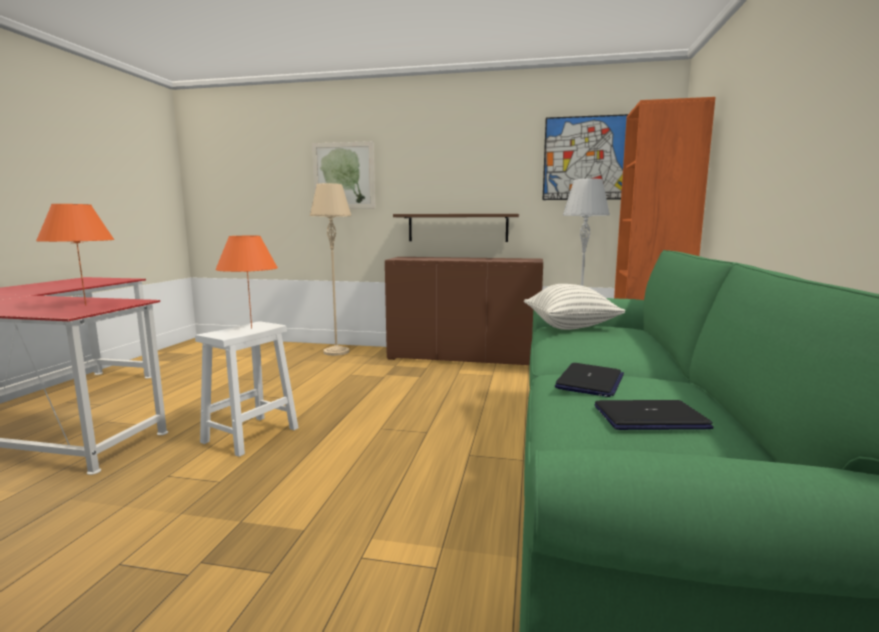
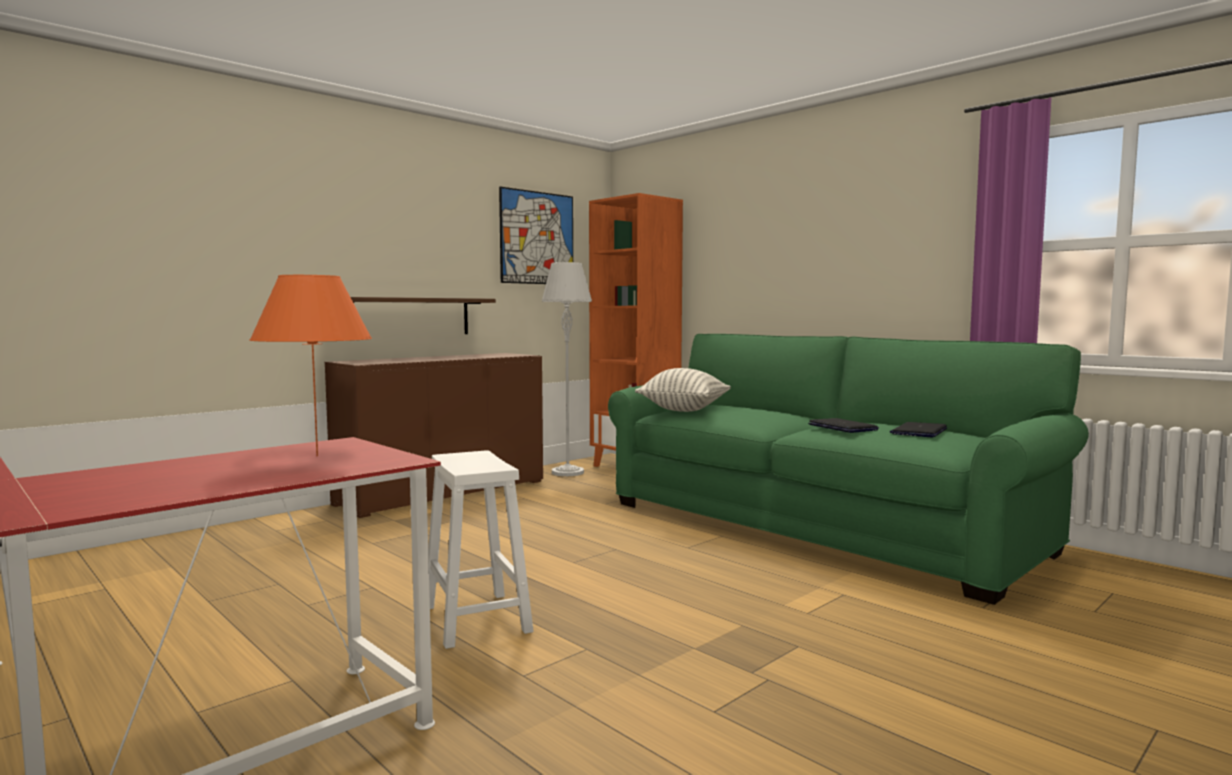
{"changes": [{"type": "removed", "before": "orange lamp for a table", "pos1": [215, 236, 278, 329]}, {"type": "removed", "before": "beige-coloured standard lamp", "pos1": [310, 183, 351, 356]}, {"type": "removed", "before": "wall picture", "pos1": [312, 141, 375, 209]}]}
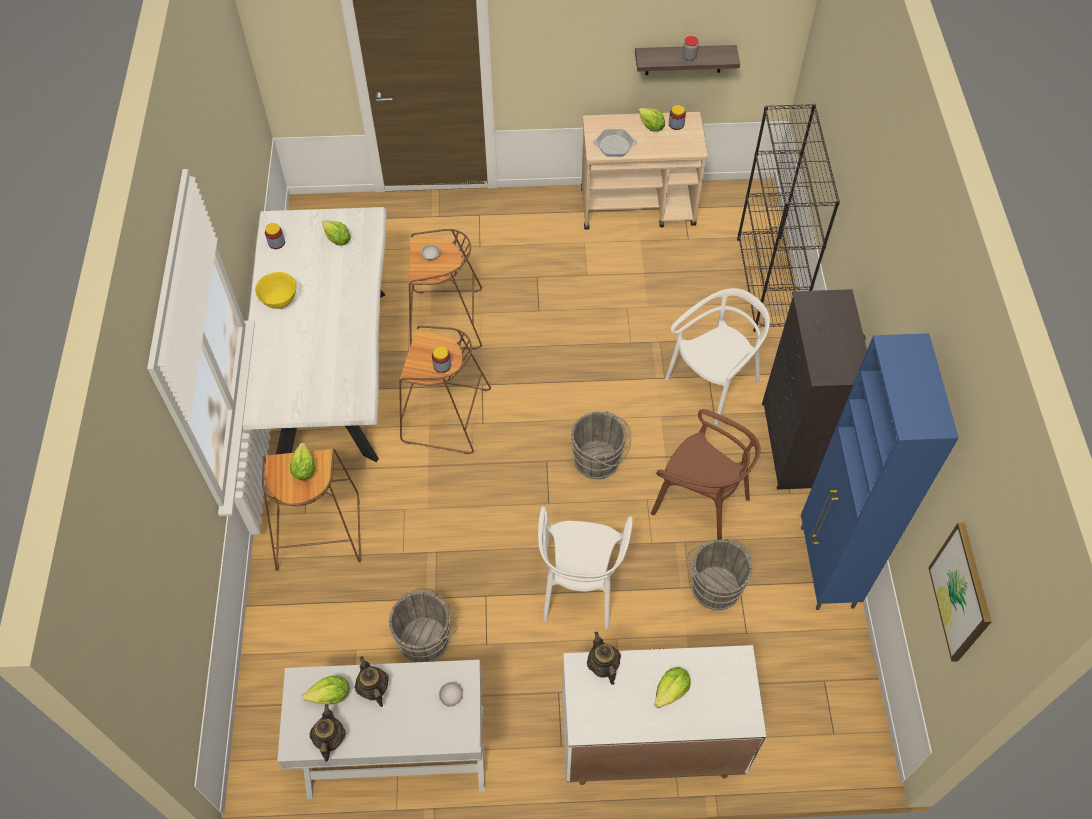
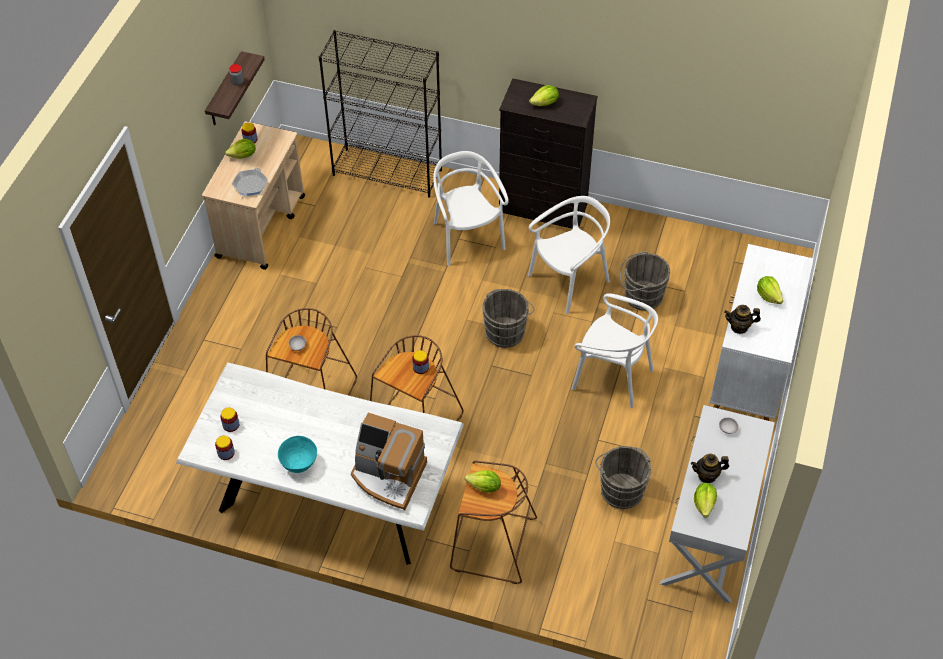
{"changes": [{"type": "recoloured", "before": "yellowish serving bowl", "after": "turquoise serving bowl", "pos1": [255, 272, 296, 309], "pos2": [278, 436, 317, 473]}, {"type": "removed", "before": "tea pot", "pos1": [309, 704, 346, 762]}, {"type": "moved", "before": "lettuce head", "pos1": [322, 220, 351, 245], "pos2": [529, 85, 559, 106]}, {"type": "recoloured", "before": "brown upright chair", "after": "white-coloured upright chair", "pos1": [651, 409, 761, 540], "pos2": [528, 196, 610, 314]}, {"type": "removed", "before": "bluish cabinet", "pos1": [801, 333, 959, 610]}, {"type": "removed", "before": "wall picture", "pos1": [928, 522, 992, 662]}, {"type": "added", "after": "jar", "pos2": [220, 407, 239, 432]}, {"type": "added", "after": "coffee maker", "pos2": [351, 413, 427, 510]}]}
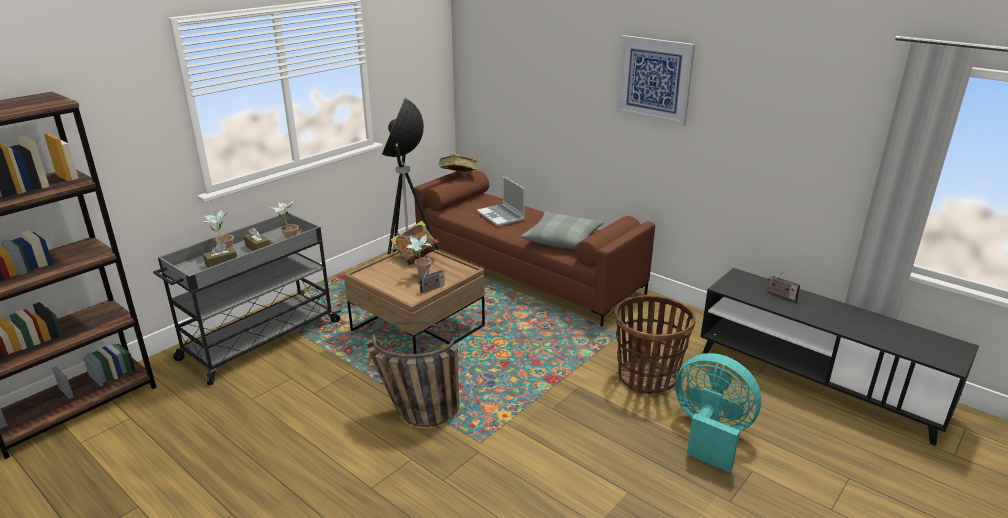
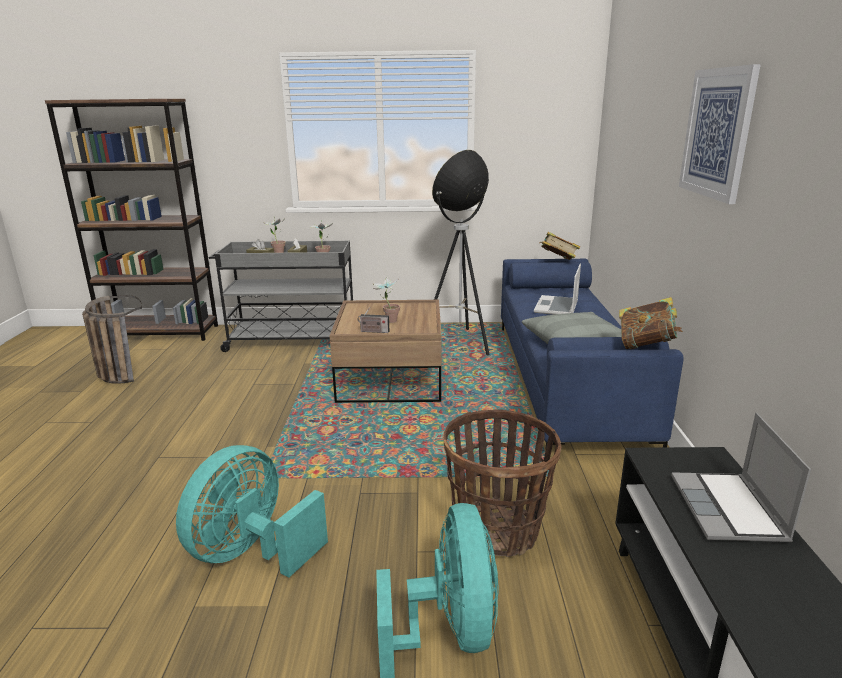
{"changes": [{"type": "moved", "before": "storage basket", "pos1": [366, 322, 459, 427], "pos2": [82, 295, 142, 384]}, {"type": "moved", "before": "volume", "pos1": [391, 221, 440, 265], "pos2": [619, 297, 682, 349]}, {"type": "recoloured", "before": "brown sofa", "after": "bluish sofa", "pos1": [414, 170, 655, 326], "pos2": [501, 259, 684, 451]}, {"type": "replaced", "before": "radio set", "after": "laptop", "pos1": [768, 272, 800, 301], "pos2": [671, 413, 811, 542]}, {"type": "added", "after": "turquoise cooling fan", "pos2": [176, 445, 328, 577]}]}
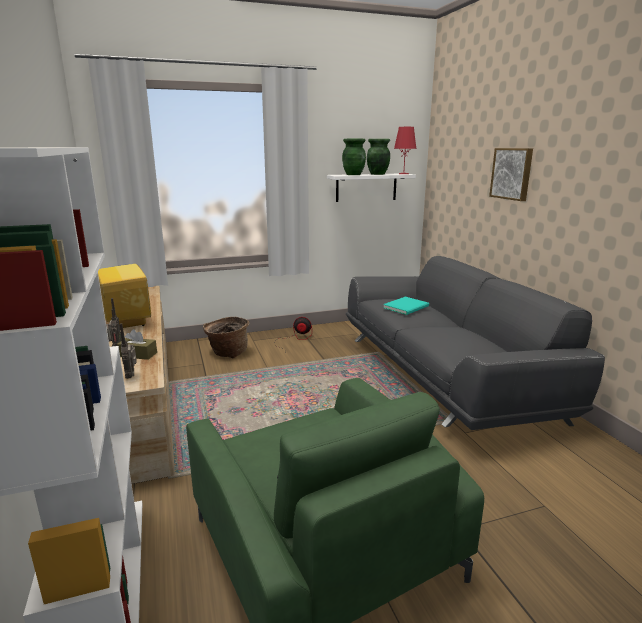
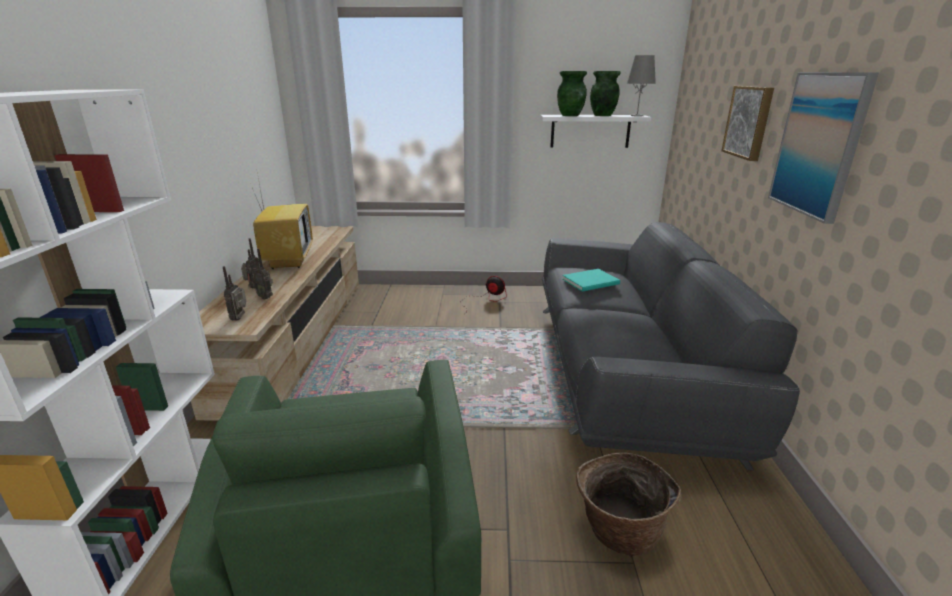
{"changes": [{"type": "replaced", "before": "brown box of tissues", "after": "radio set", "pos1": [117, 329, 157, 360], "pos2": [252, 248, 273, 300]}, {"type": "moved", "before": "storage basket", "pos1": [203, 317, 250, 358], "pos2": [576, 453, 681, 557]}, {"type": "recoloured", "before": "red lamp for a table", "after": "grey lamp for a table", "pos1": [394, 127, 417, 174], "pos2": [627, 55, 656, 117]}, {"type": "added", "after": "wall picture", "pos2": [768, 72, 879, 224]}]}
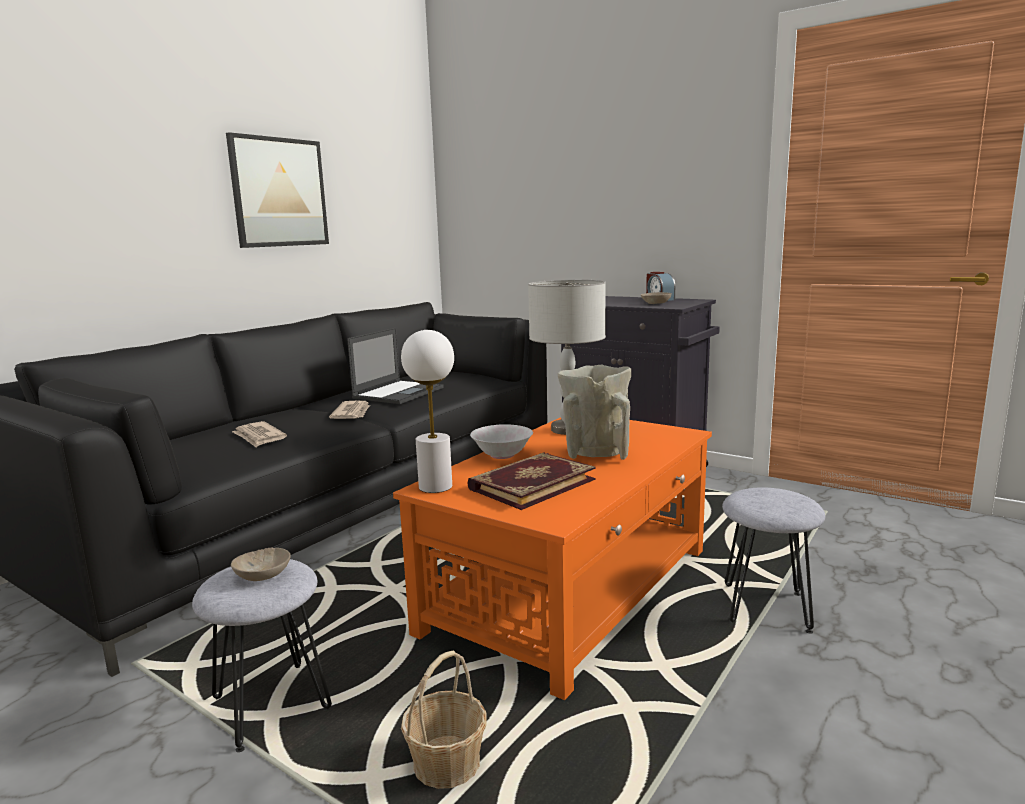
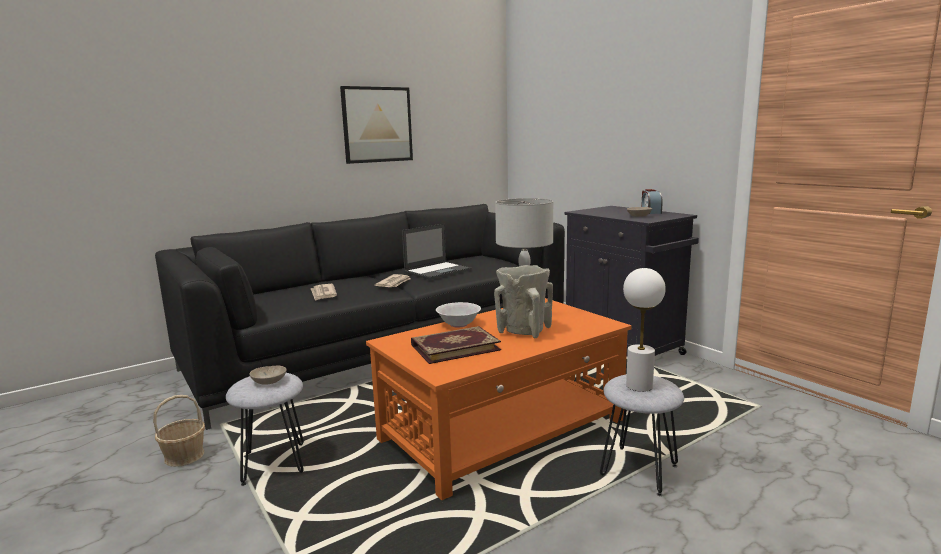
{"changes": [{"type": "moved", "before": "white-coloured lamp for a table", "pos1": [401, 330, 454, 493], "pos2": [623, 268, 666, 392]}, {"type": "moved", "before": "storage basket", "pos1": [401, 650, 487, 789], "pos2": [153, 395, 205, 467]}]}
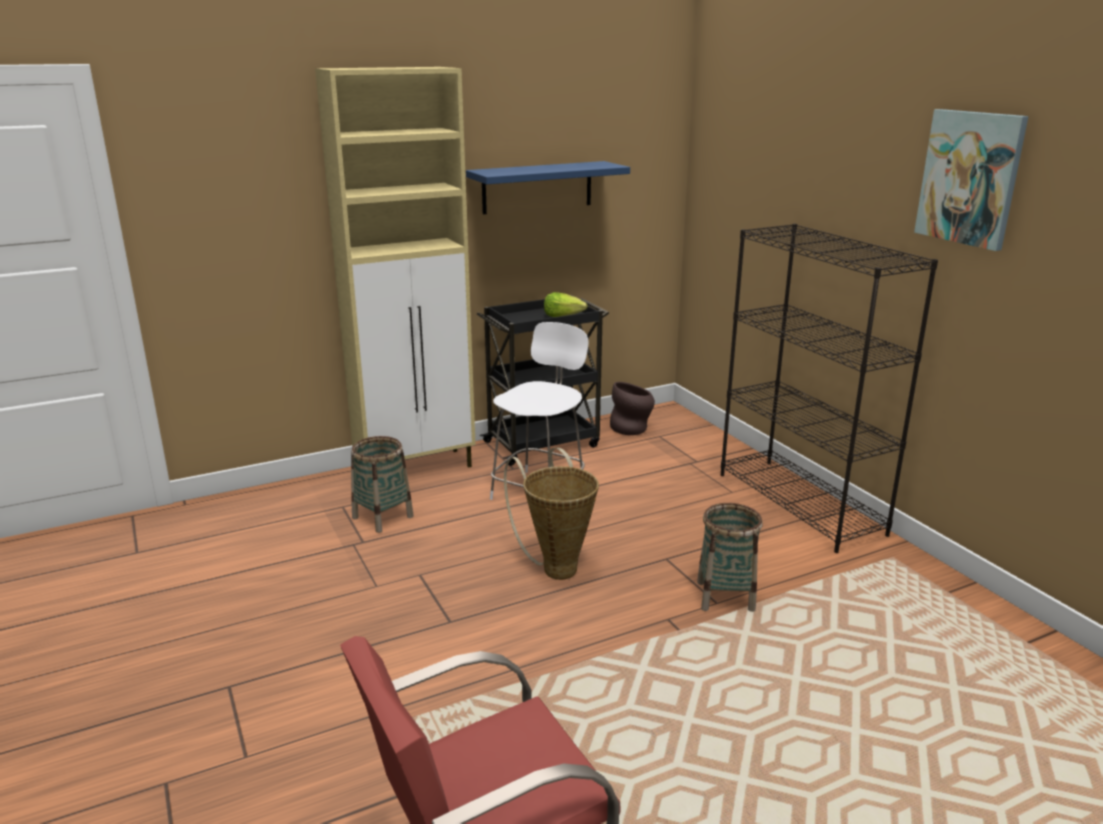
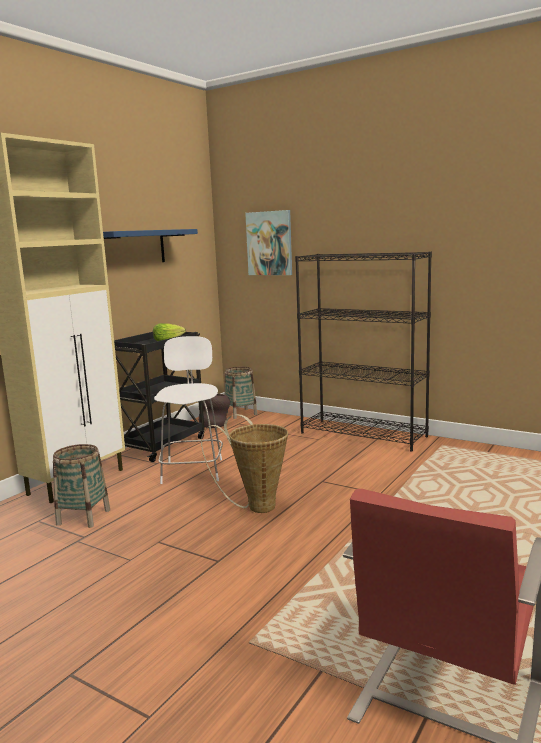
{"changes": [{"type": "moved", "before": "storage basket", "pos1": [697, 503, 763, 612], "pos2": [224, 367, 258, 419]}, {"type": "moved", "before": "wall picture", "pos1": [914, 109, 1029, 251], "pos2": [245, 210, 292, 275]}]}
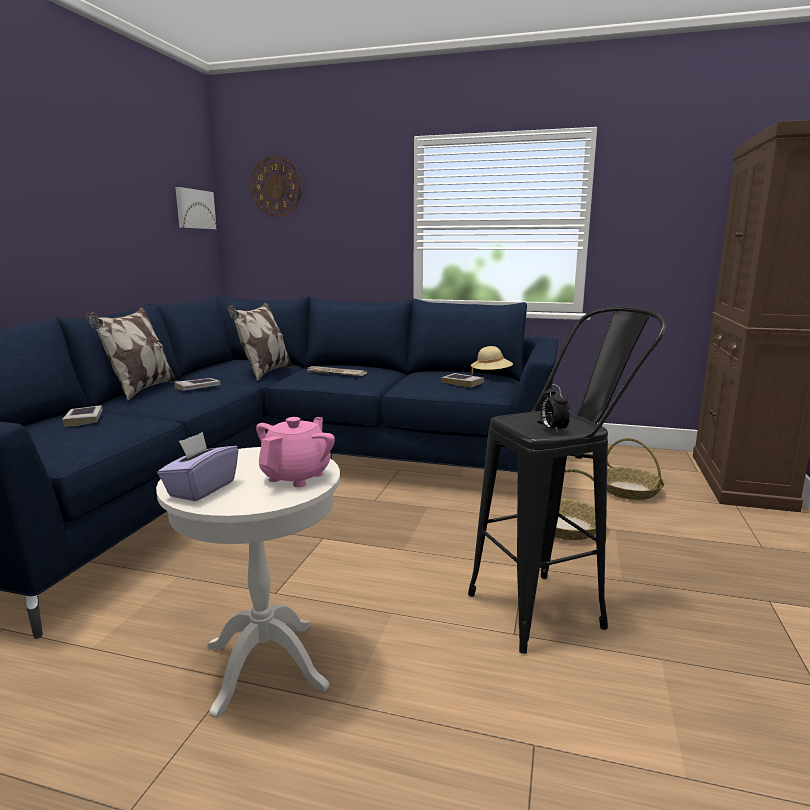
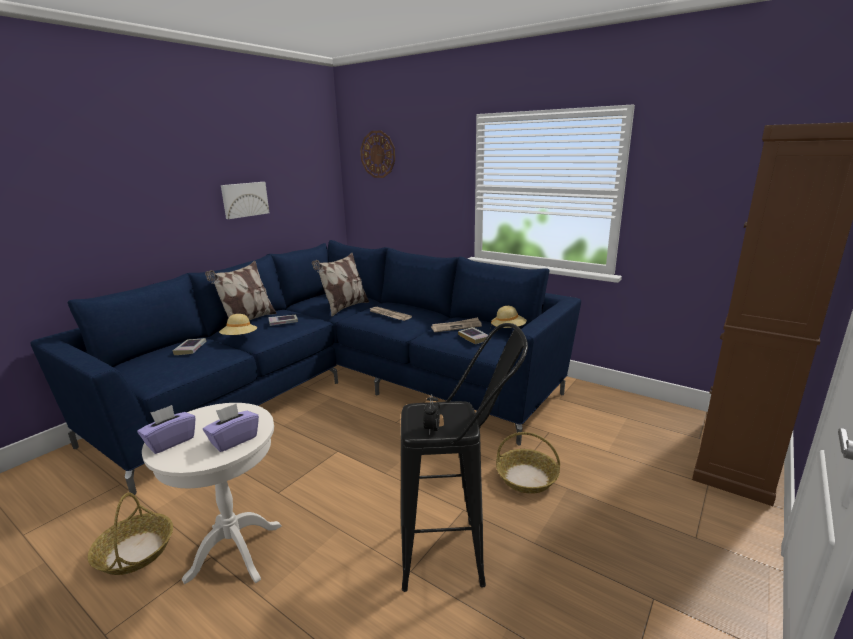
{"changes": [{"type": "moved", "before": "wall picture", "pos1": [175, 187, 216, 229], "pos2": [221, 182, 269, 219]}, {"type": "replaced", "before": "pinkish tea pot", "after": "purplish box of tissues", "pos1": [256, 417, 335, 487], "pos2": [203, 404, 259, 452]}, {"type": "moved", "before": "storage basket", "pos1": [607, 438, 665, 500], "pos2": [88, 493, 173, 575]}, {"type": "added", "after": "beige-coloured wearable hat", "pos2": [219, 314, 257, 335]}, {"type": "added", "after": "daily paper", "pos2": [431, 317, 482, 332]}]}
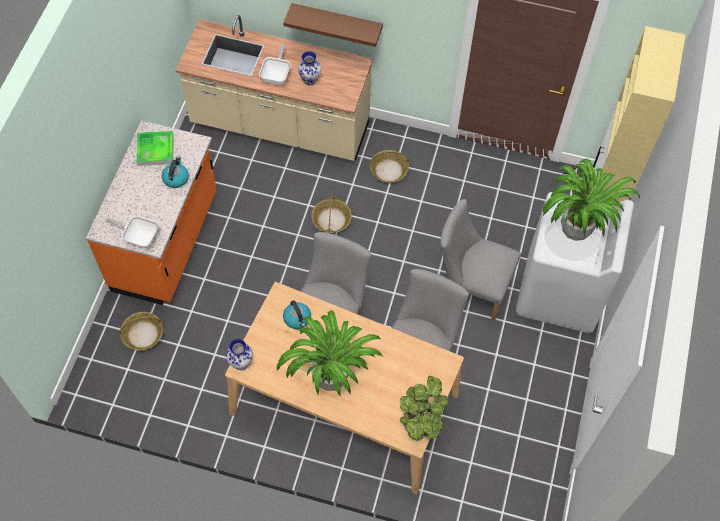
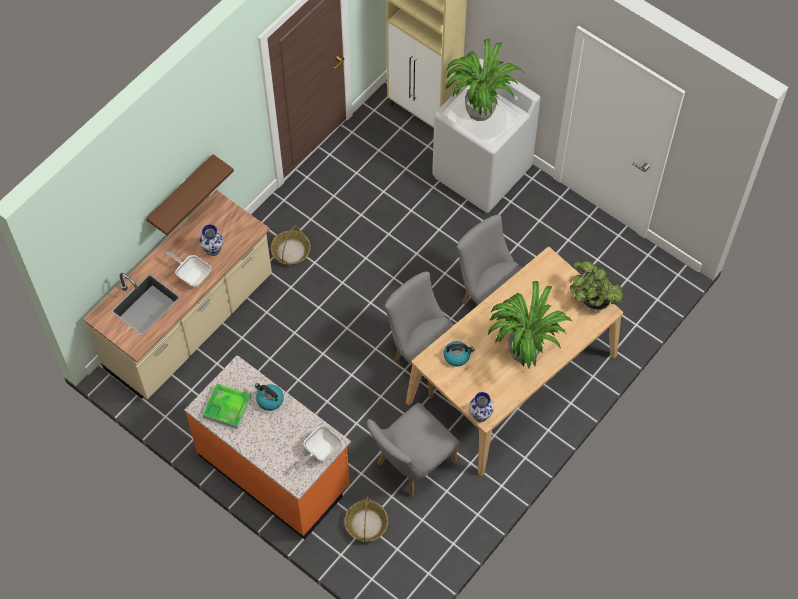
{"changes": [{"type": "removed", "before": "storage basket", "pos1": [311, 193, 352, 233]}, {"type": "moved", "before": "grey upright chair", "pos1": [440, 199, 521, 321], "pos2": [367, 403, 459, 498]}]}
